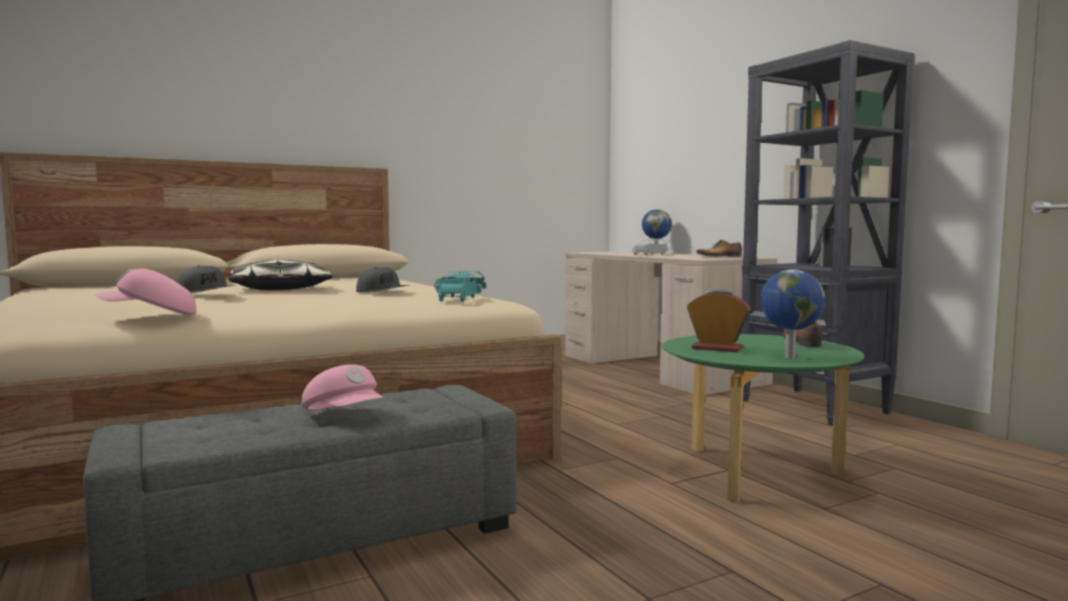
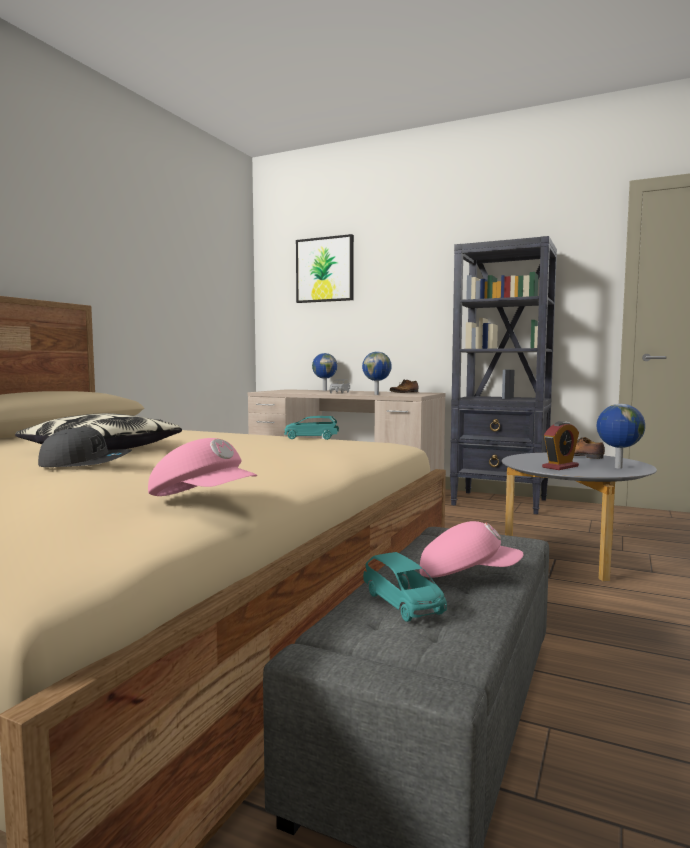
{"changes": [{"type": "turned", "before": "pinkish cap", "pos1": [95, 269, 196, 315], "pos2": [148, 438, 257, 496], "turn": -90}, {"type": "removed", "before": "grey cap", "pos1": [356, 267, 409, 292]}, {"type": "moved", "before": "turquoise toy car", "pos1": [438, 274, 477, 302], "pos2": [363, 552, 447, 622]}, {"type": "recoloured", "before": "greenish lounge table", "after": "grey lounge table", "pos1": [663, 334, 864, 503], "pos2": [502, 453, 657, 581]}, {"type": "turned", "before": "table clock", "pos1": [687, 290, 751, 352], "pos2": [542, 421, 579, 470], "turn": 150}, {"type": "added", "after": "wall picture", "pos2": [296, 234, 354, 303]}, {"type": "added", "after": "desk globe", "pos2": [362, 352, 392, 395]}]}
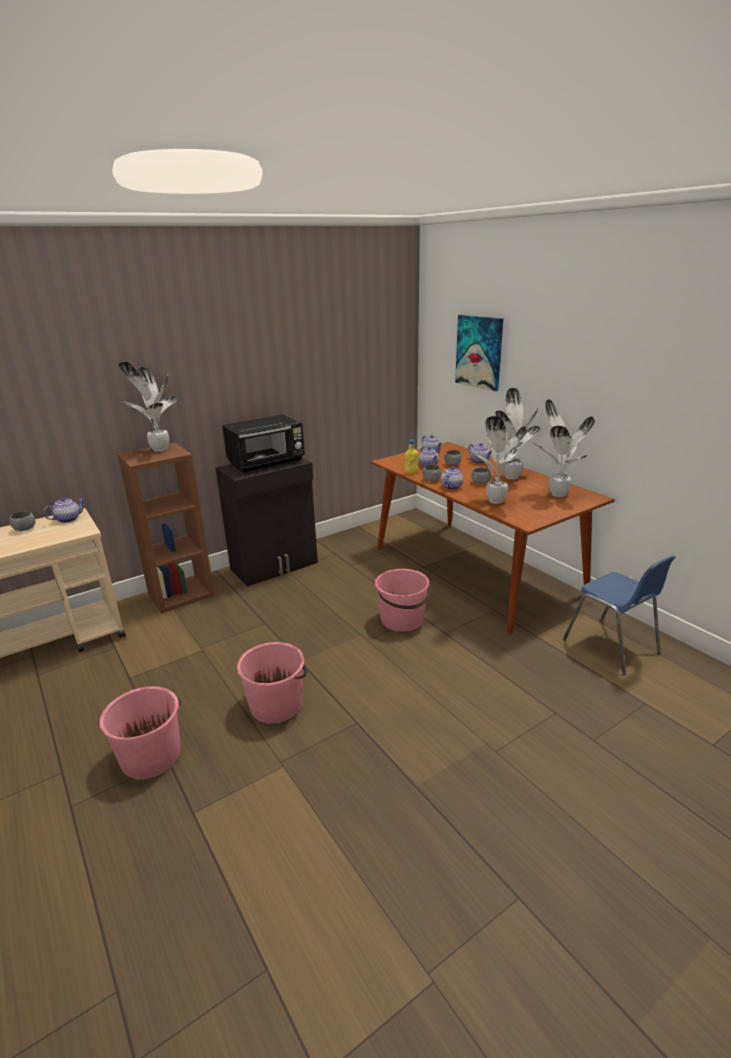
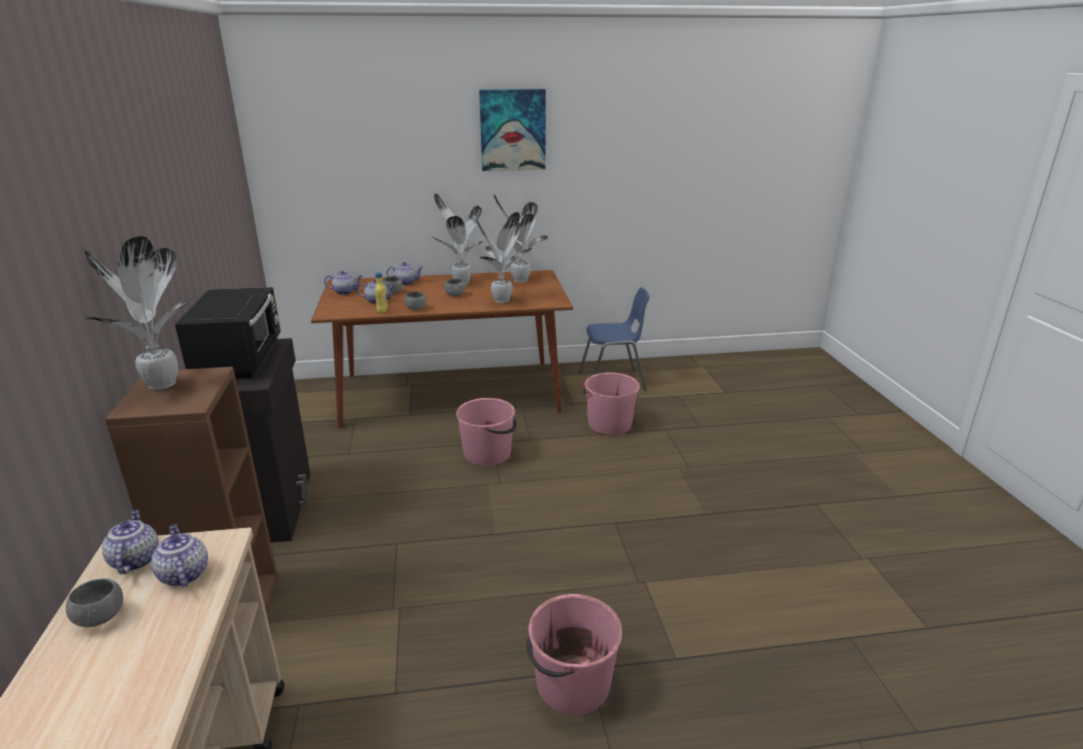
{"changes": [{"type": "moved", "before": "pinkish pail", "pos1": [237, 642, 307, 723], "pos2": [582, 372, 640, 435]}, {"type": "moved", "before": "tea pot", "pos1": [441, 466, 463, 490], "pos2": [151, 524, 208, 587]}, {"type": "moved", "before": "wall picture", "pos1": [455, 315, 503, 391], "pos2": [479, 89, 546, 171]}]}
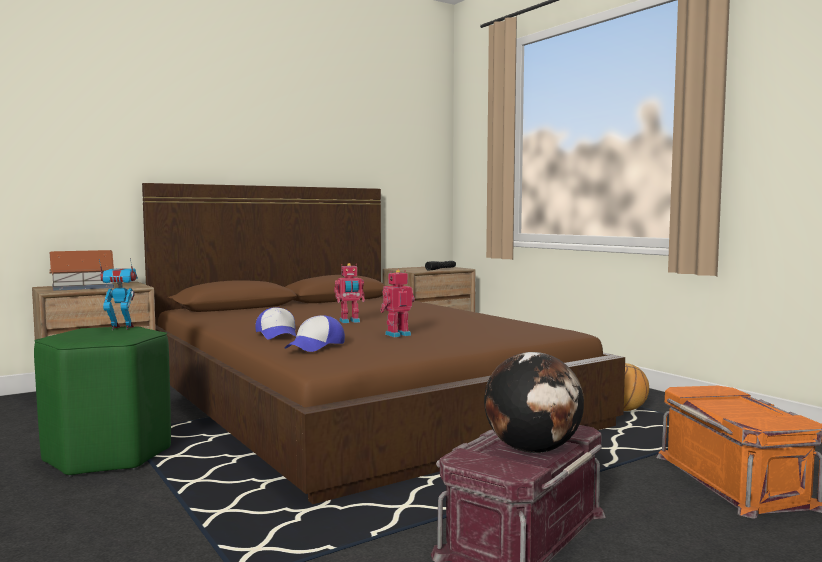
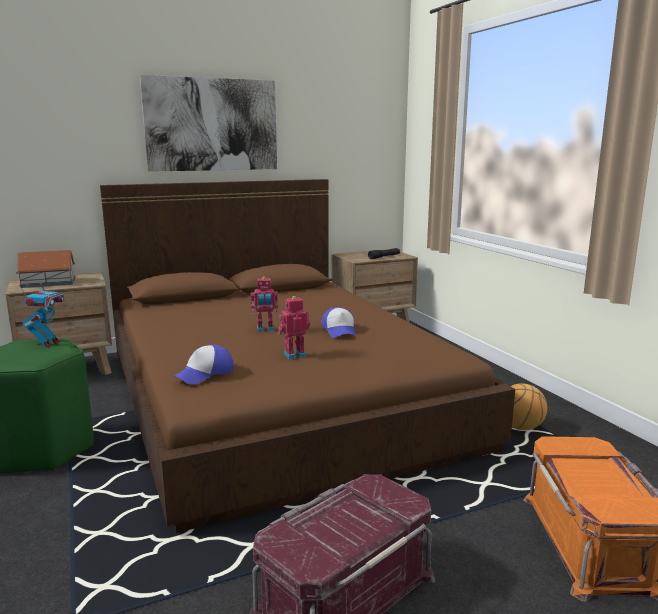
{"changes": [{"type": "turned", "before": "toy robot", "pos1": [99, 258, 138, 330], "pos2": [19, 280, 65, 347], "turn": 105}, {"type": "moved", "before": "cap", "pos1": [255, 307, 296, 339], "pos2": [322, 307, 356, 338]}, {"type": "removed", "before": "desk globe", "pos1": [484, 352, 584, 453]}, {"type": "added", "after": "wall picture", "pos2": [140, 75, 277, 172]}]}
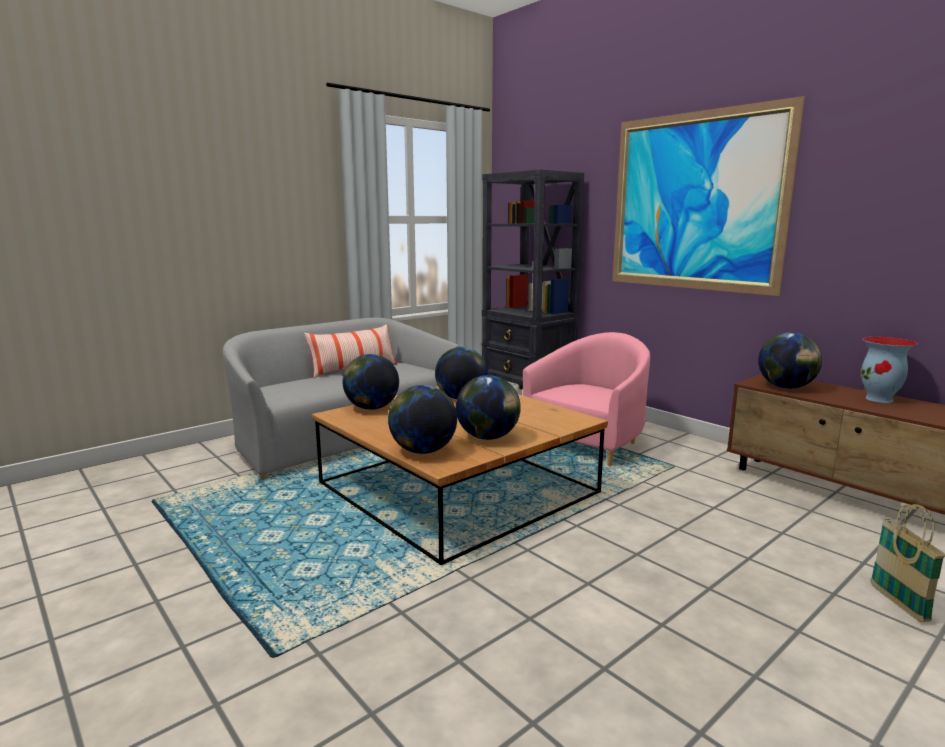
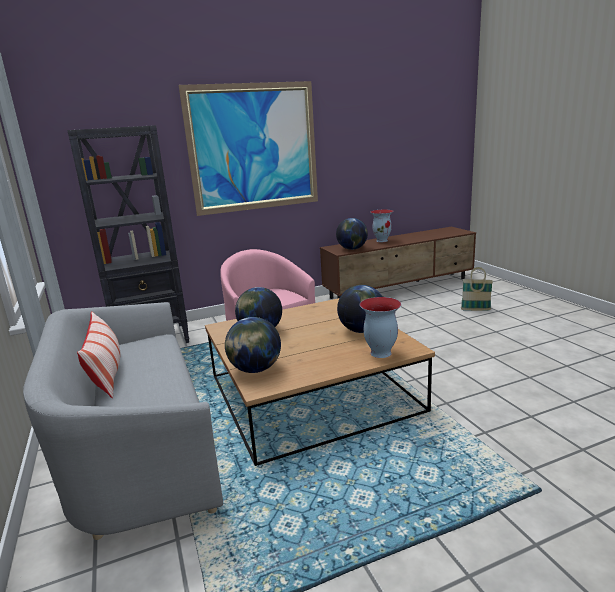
{"changes": [{"type": "replaced", "before": "desk globe", "after": "flower vase", "pos1": [388, 385, 457, 454], "pos2": [360, 297, 401, 358]}]}
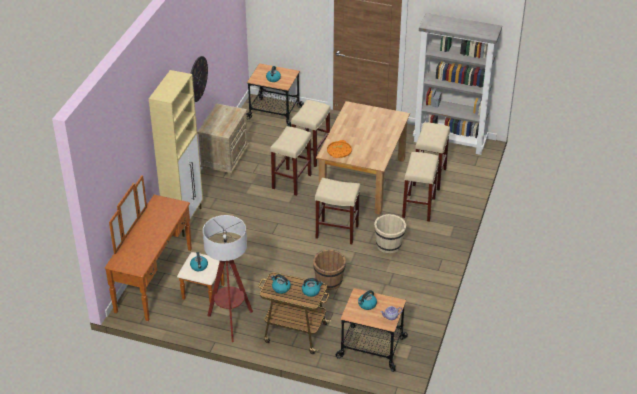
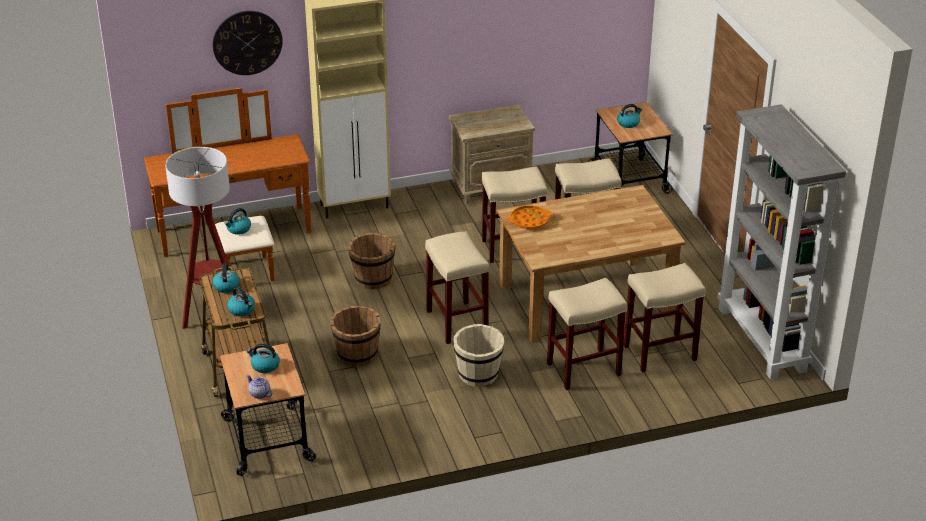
{"changes": [{"type": "moved", "before": "clock on the wall", "pos1": [190, 56, 208, 102], "pos2": [213, 11, 283, 75]}, {"type": "added", "after": "brown pail", "pos2": [348, 233, 395, 290]}]}
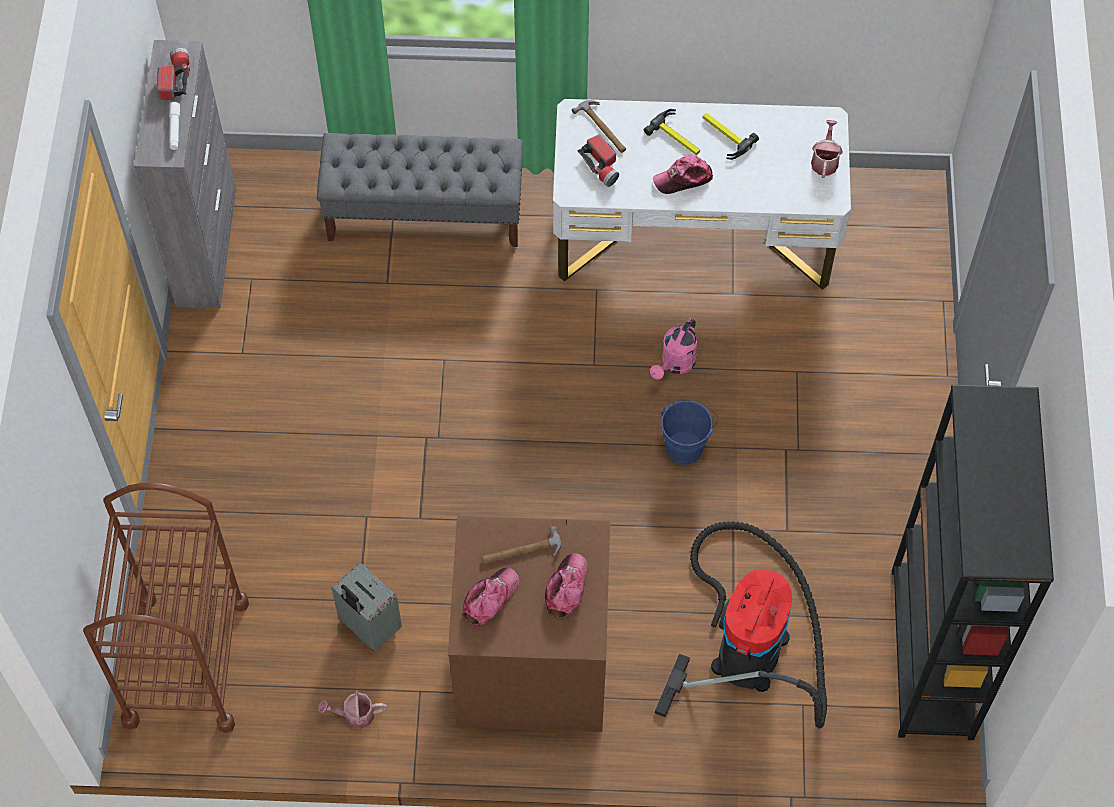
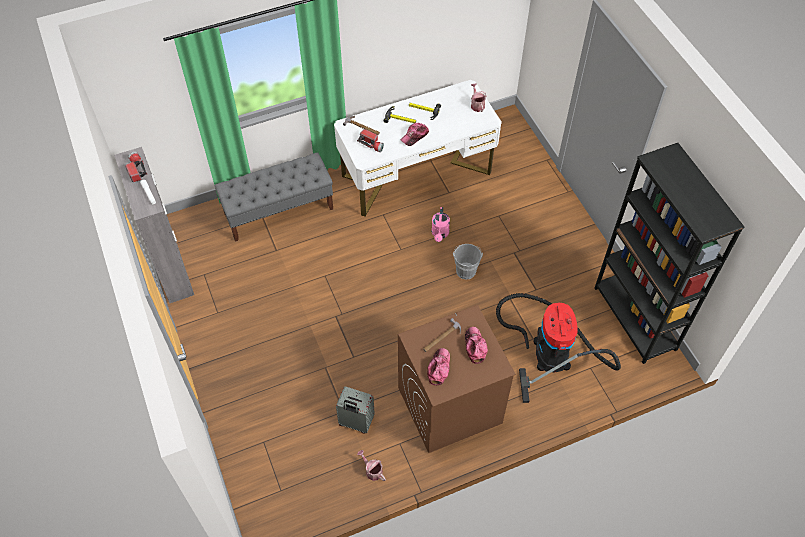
{"changes": [{"type": "removed", "before": "brown cart", "pos1": [83, 483, 249, 733]}, {"type": "turned", "before": "watering can", "pos1": [318, 690, 387, 729], "pos2": [357, 450, 386, 481], "turn": 75}, {"type": "recoloured", "before": "bluish pail", "after": "grey pail", "pos1": [661, 400, 718, 465], "pos2": [453, 244, 483, 279]}]}
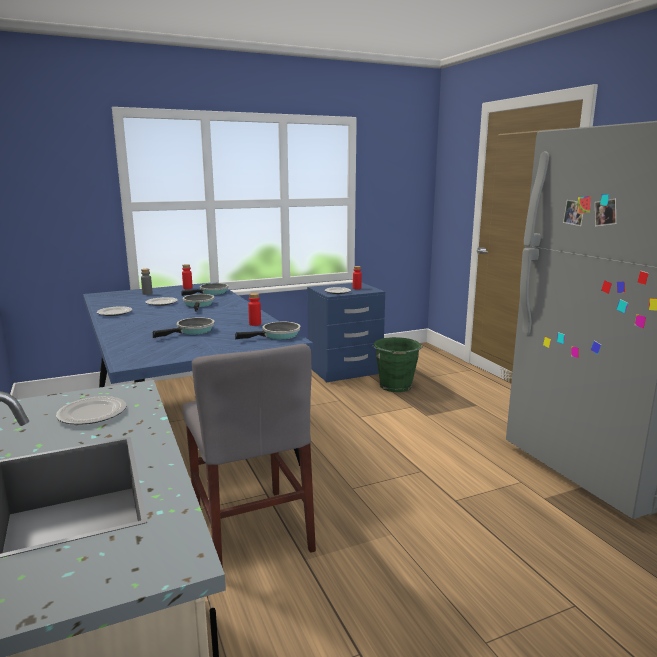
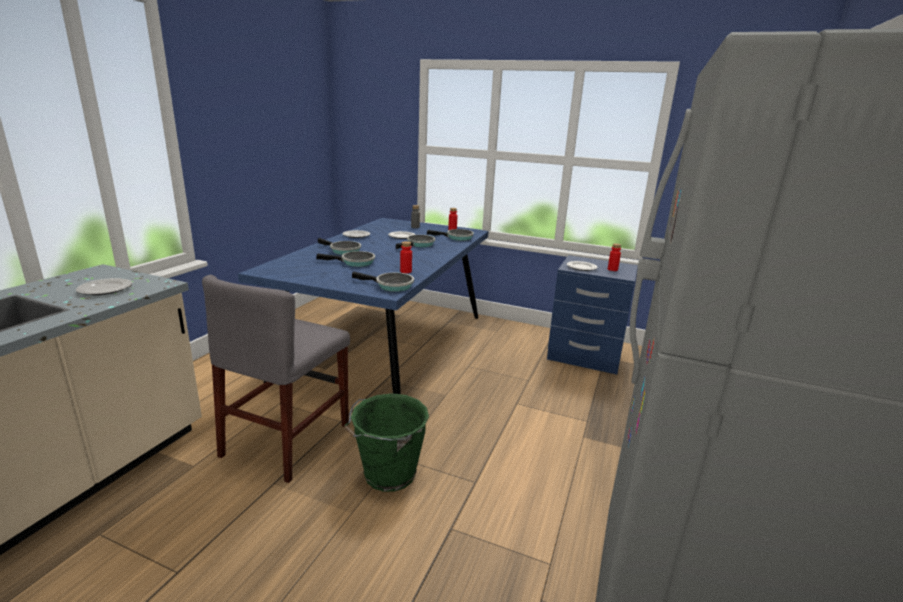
{"changes": [{"type": "moved", "before": "greenish pail", "pos1": [372, 337, 423, 392], "pos2": [344, 393, 429, 492]}, {"type": "added", "after": "skillet", "pos2": [318, 238, 361, 255]}]}
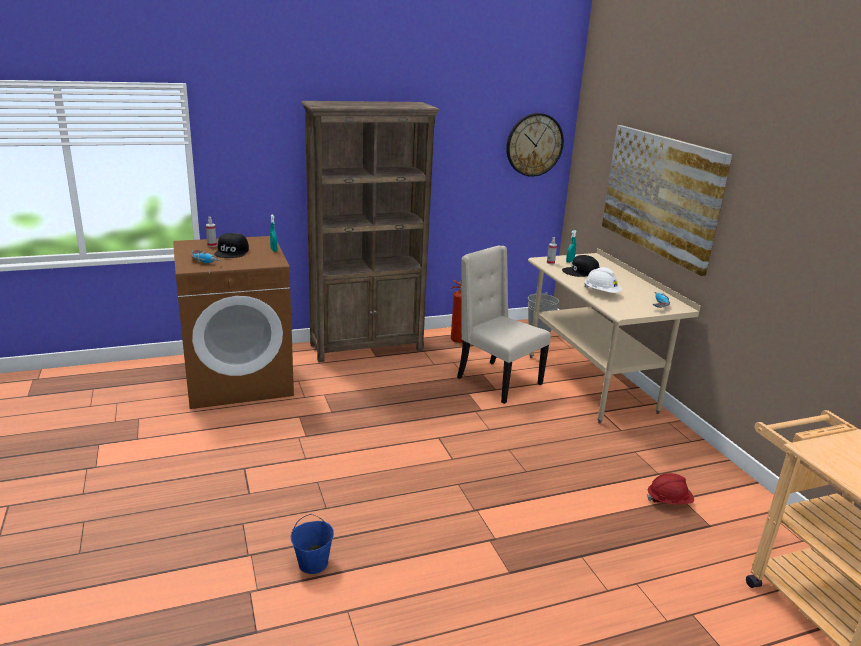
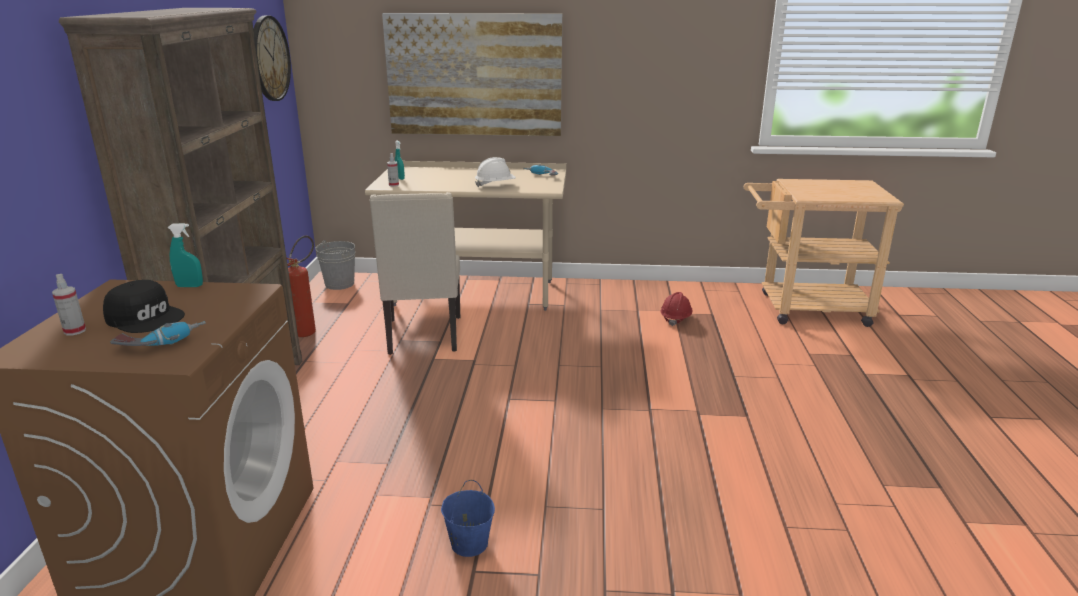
{"changes": [{"type": "moved", "before": "bluish pail", "pos1": [291, 514, 334, 574], "pos2": [441, 480, 495, 557]}, {"type": "turned", "before": "beige-coloured upright chair", "pos1": [457, 246, 551, 404], "pos2": [369, 192, 460, 355], "turn": -75}, {"type": "removed", "before": "blackish cap", "pos1": [562, 255, 599, 277]}]}
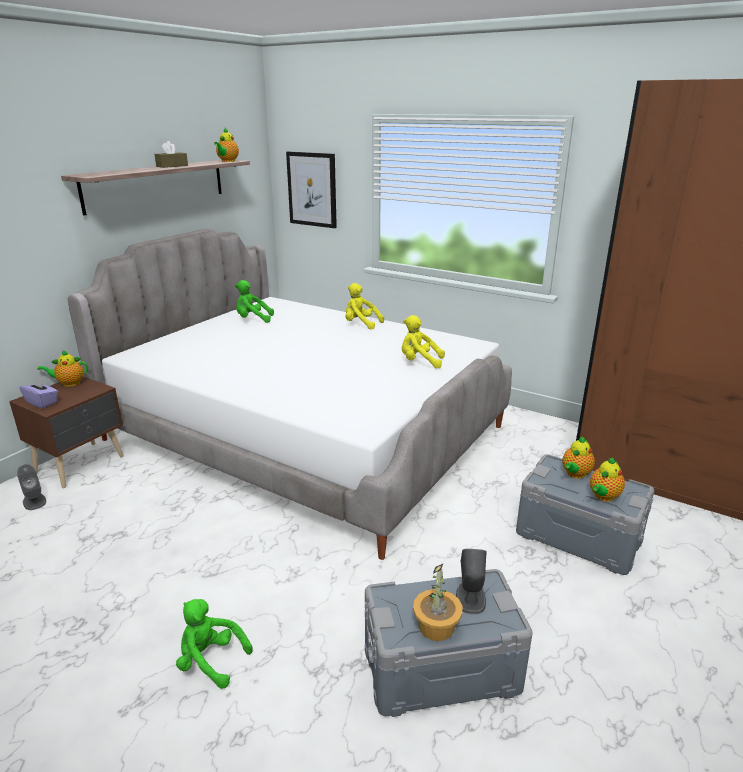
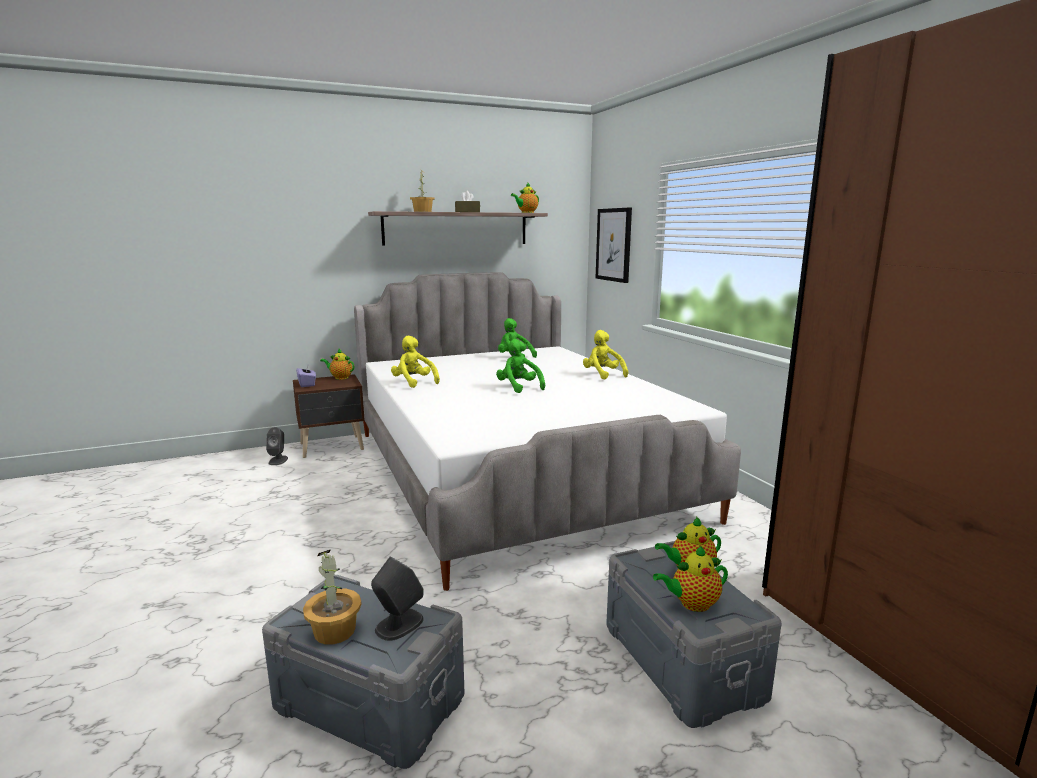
{"changes": [{"type": "moved", "before": "greenish soft toy", "pos1": [176, 599, 253, 689], "pos2": [496, 339, 545, 393]}, {"type": "moved", "before": "yellowish soft toy", "pos1": [402, 315, 445, 368], "pos2": [391, 335, 440, 388]}, {"type": "added", "after": "houseplant", "pos2": [410, 171, 434, 212]}]}
